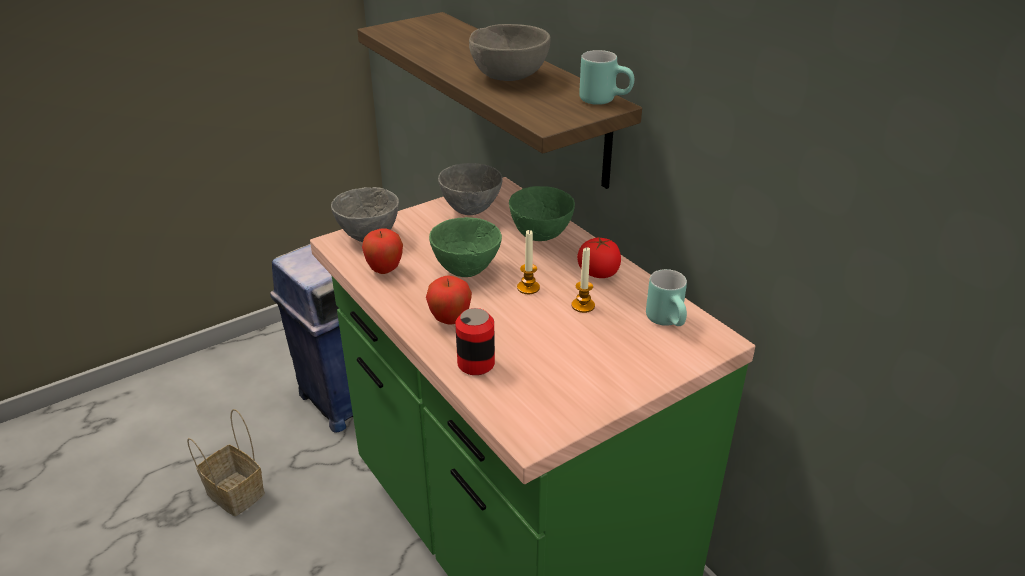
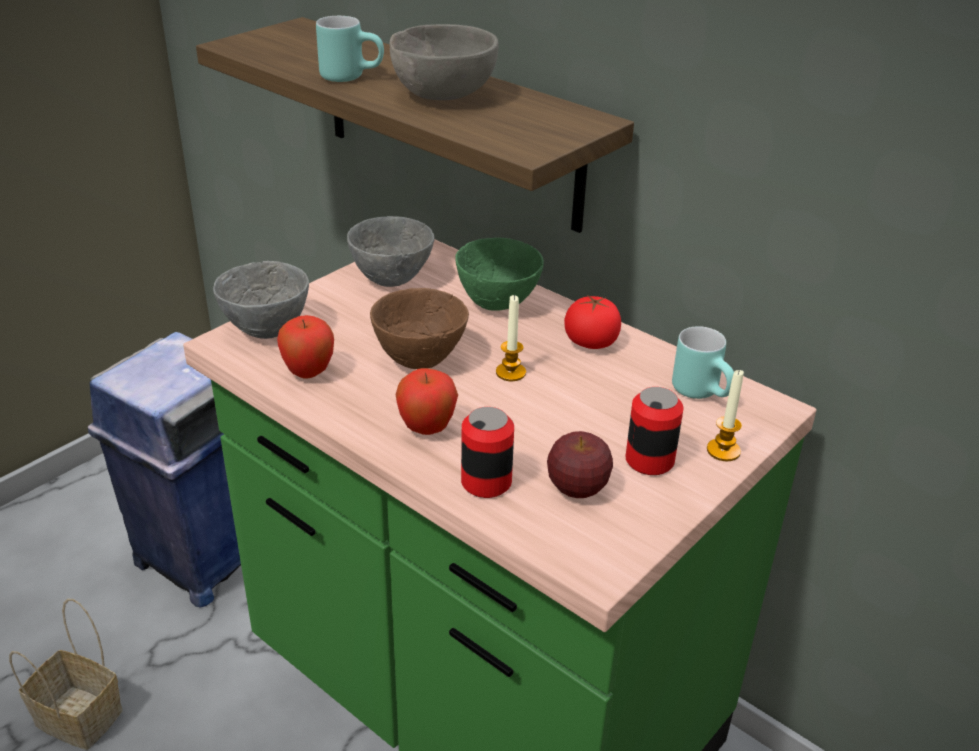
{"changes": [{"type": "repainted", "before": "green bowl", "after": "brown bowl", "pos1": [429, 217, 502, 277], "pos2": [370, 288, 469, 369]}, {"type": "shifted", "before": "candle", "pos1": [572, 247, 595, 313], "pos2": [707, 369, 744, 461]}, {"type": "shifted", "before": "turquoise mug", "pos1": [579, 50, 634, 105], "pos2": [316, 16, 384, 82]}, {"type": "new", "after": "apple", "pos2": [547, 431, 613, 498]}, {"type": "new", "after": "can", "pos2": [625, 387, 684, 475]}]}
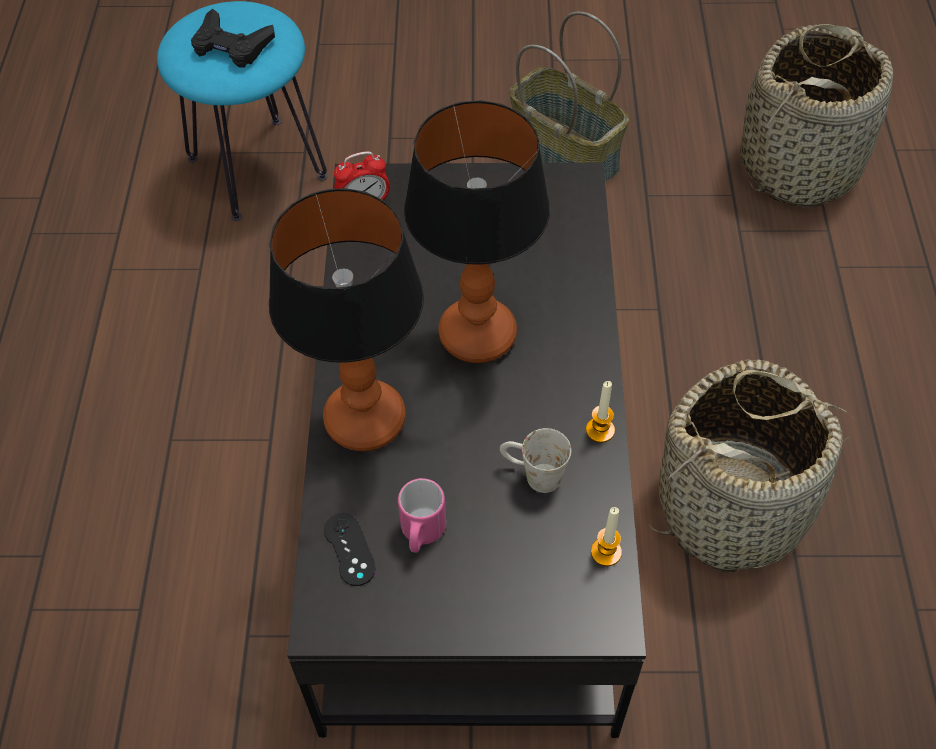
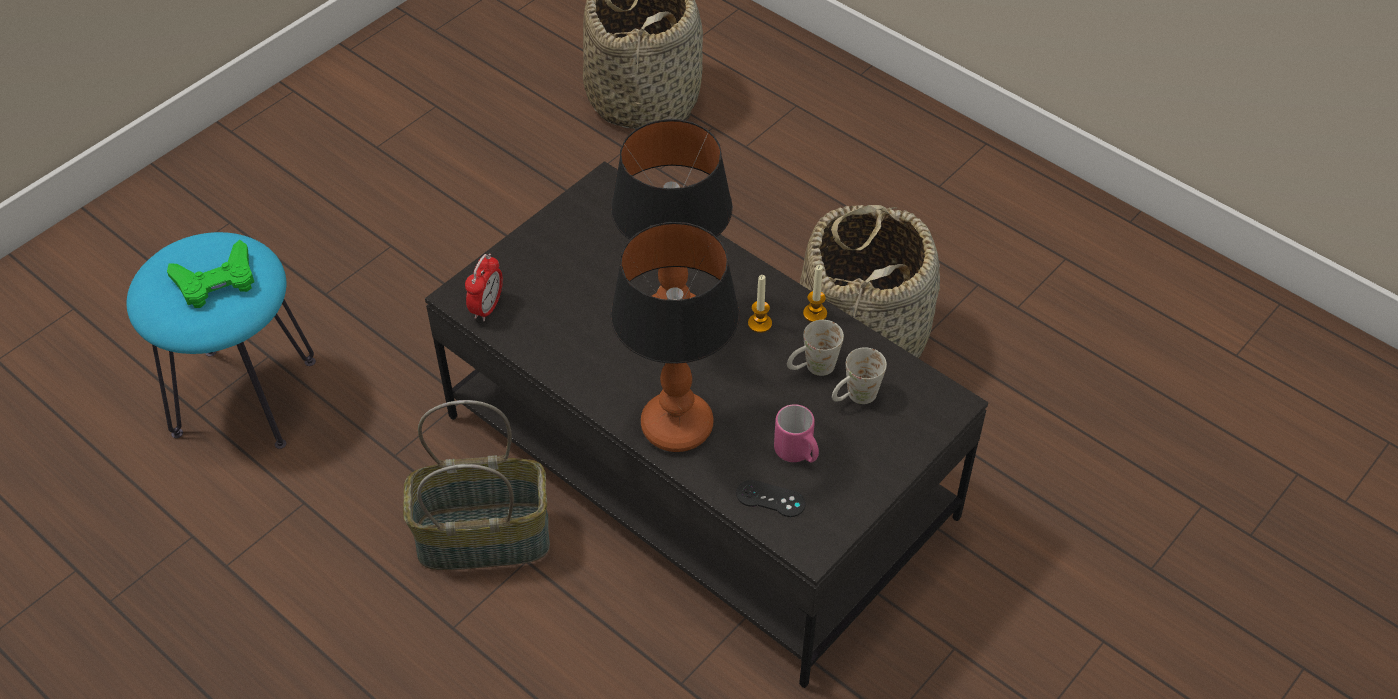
{"changes": [{"type": "repainted", "before": "black game controller", "after": "green game controller", "pos1": [191, 9, 275, 68], "pos2": [167, 240, 254, 308]}, {"type": "shifted", "before": "basket", "pos1": [509, 12, 629, 183], "pos2": [403, 400, 550, 570]}, {"type": "shifted", "before": "candle", "pos1": [591, 507, 622, 566], "pos2": [748, 275, 772, 333]}, {"type": "new", "after": "white mug", "pos2": [832, 347, 887, 404]}]}
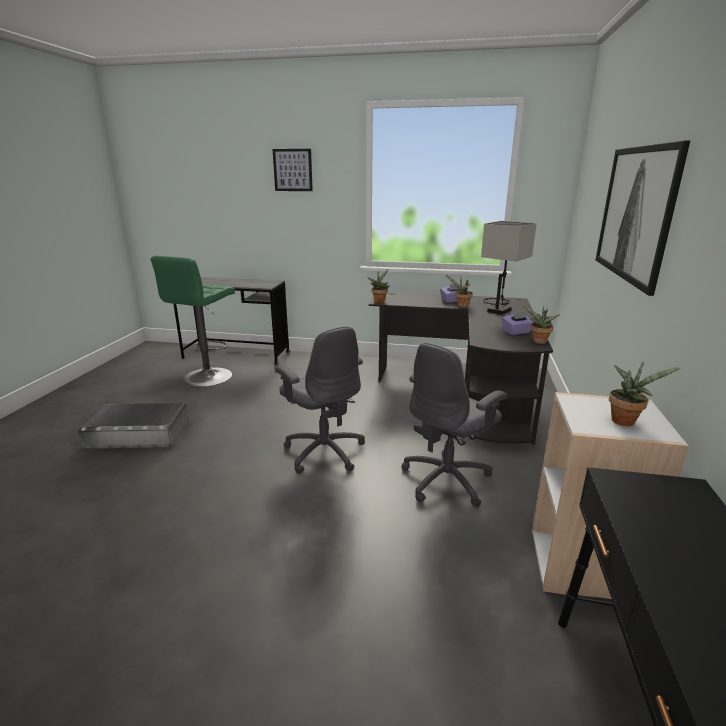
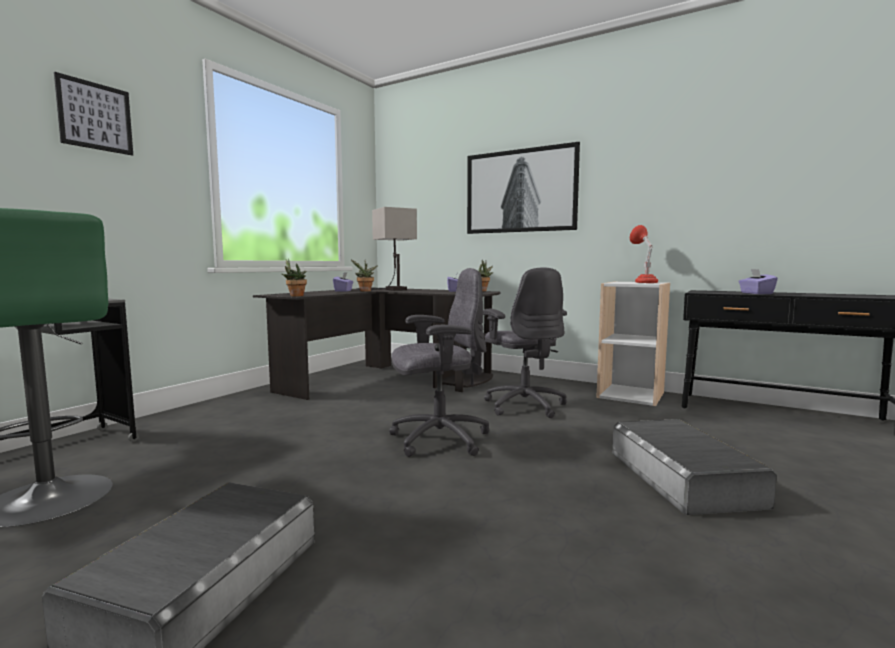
{"changes": [{"type": "swapped", "before": "potted plant", "after": "red table lamp", "pos1": [609, 361, 682, 426], "pos2": [630, 225, 658, 283]}, {"type": "new", "after": "grey storage box", "pos2": [612, 419, 777, 515]}, {"type": "new", "after": "purple tissue box", "pos2": [738, 269, 778, 294]}]}
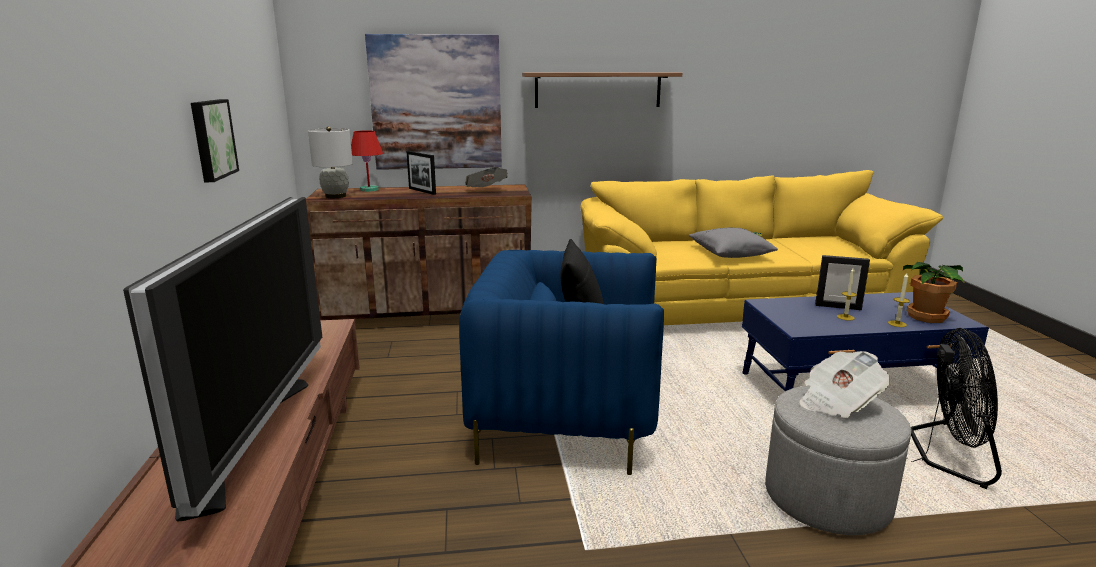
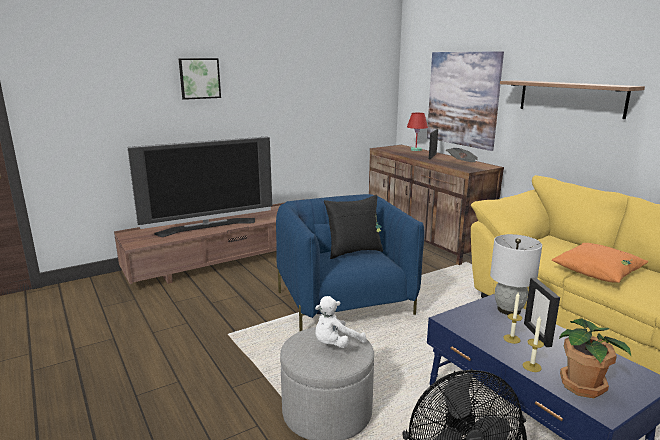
{"changes": [{"type": "shifted", "before": "picture", "pos1": [191, 99, 239, 182], "pos2": [178, 58, 221, 100]}, {"type": "shifted", "before": "white table lamp", "pos1": [308, 127, 353, 198], "pos2": [490, 234, 542, 315]}, {"type": "repainted", "before": "grey pillow", "after": "orange pillow", "pos1": [689, 228, 778, 258], "pos2": [552, 243, 648, 283]}, {"type": "swapped", "before": "newspaper", "after": "white plush toy", "pos1": [799, 351, 890, 418], "pos2": [315, 296, 367, 348]}]}
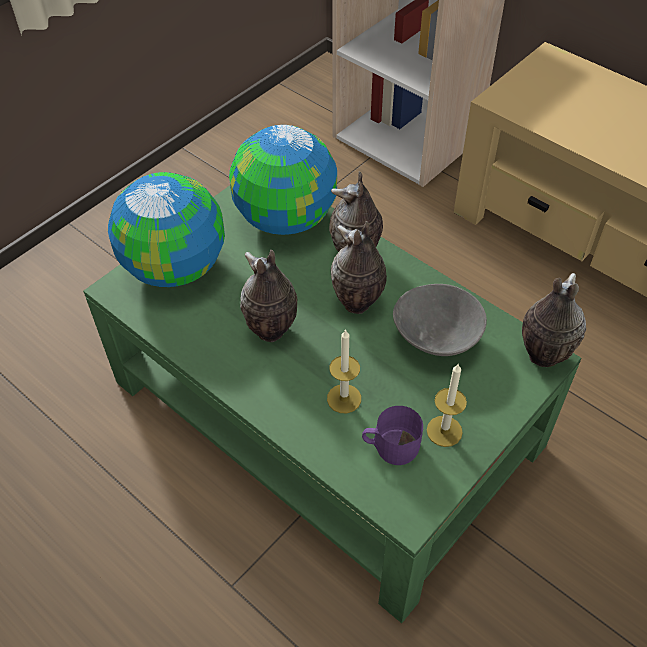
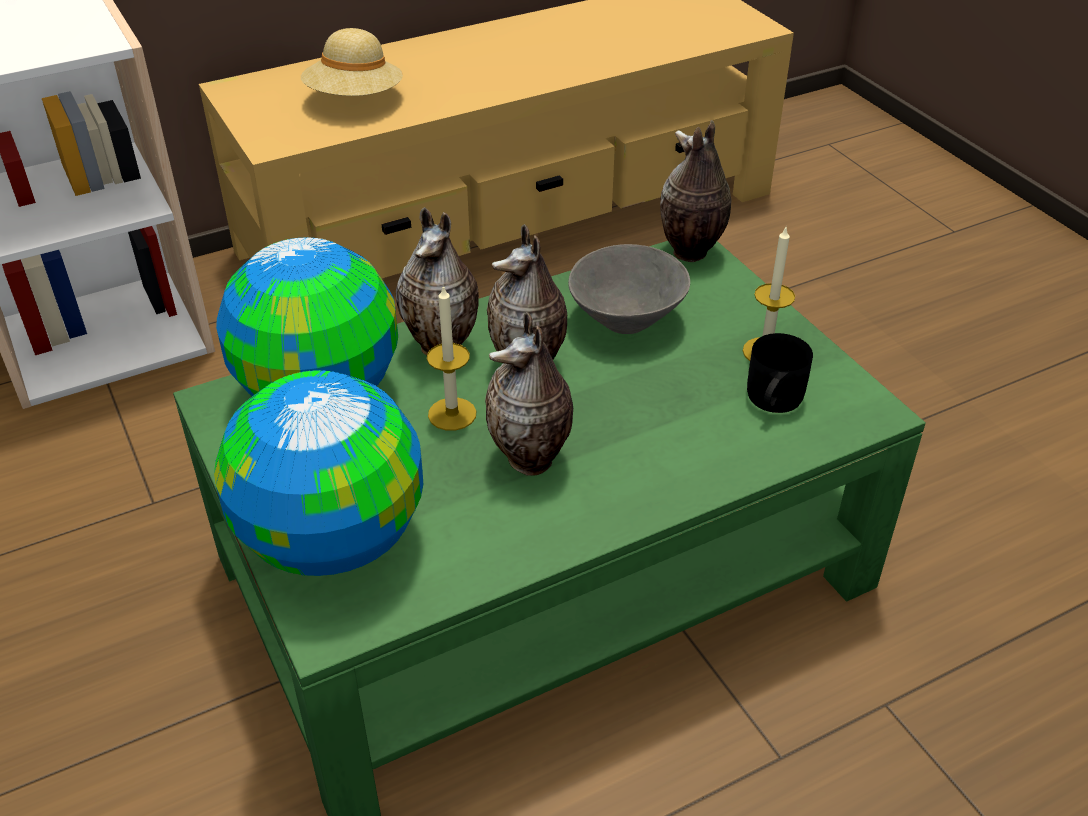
{"changes": [{"type": "shifted", "before": "candle", "pos1": [327, 329, 361, 413], "pos2": [427, 285, 476, 431]}, {"type": "repainted", "before": "purple mug", "after": "black mug", "pos1": [362, 406, 423, 465], "pos2": [747, 333, 813, 413]}, {"type": "new", "after": "beige hat", "pos2": [301, 28, 403, 96]}]}
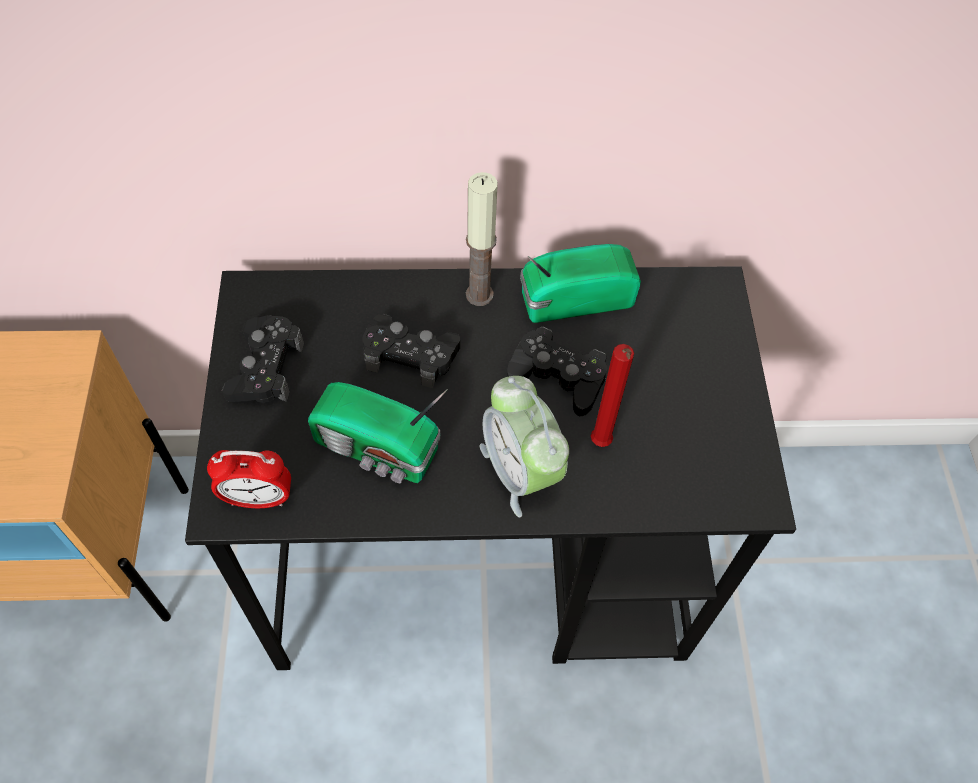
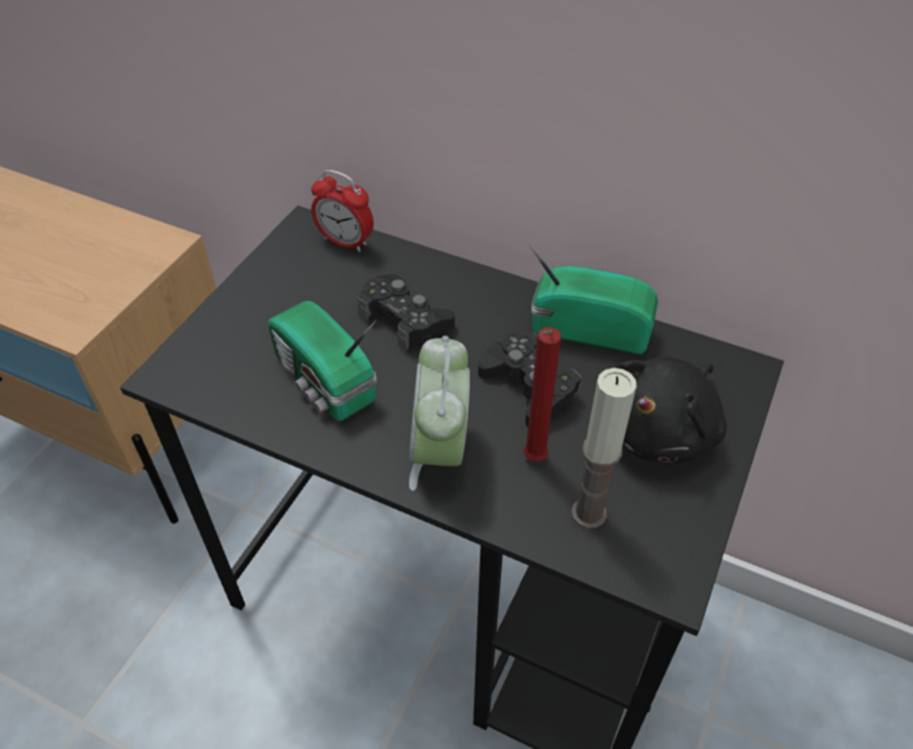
{"changes": [{"type": "shifted", "before": "alarm clock", "pos1": [207, 450, 291, 508], "pos2": [311, 170, 374, 252]}, {"type": "gone", "before": "black game controller", "pos1": [222, 315, 304, 403]}, {"type": "shifted", "before": "candle", "pos1": [466, 172, 498, 306], "pos2": [571, 368, 636, 529]}, {"type": "new", "after": "black plush toy", "pos2": [615, 357, 727, 463]}]}
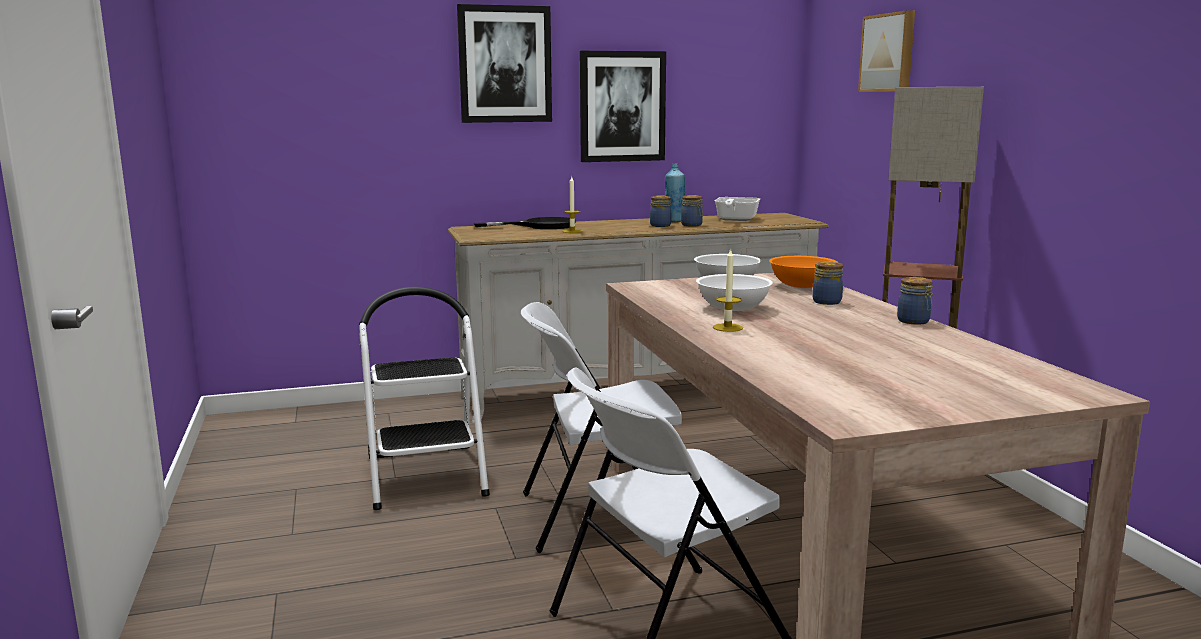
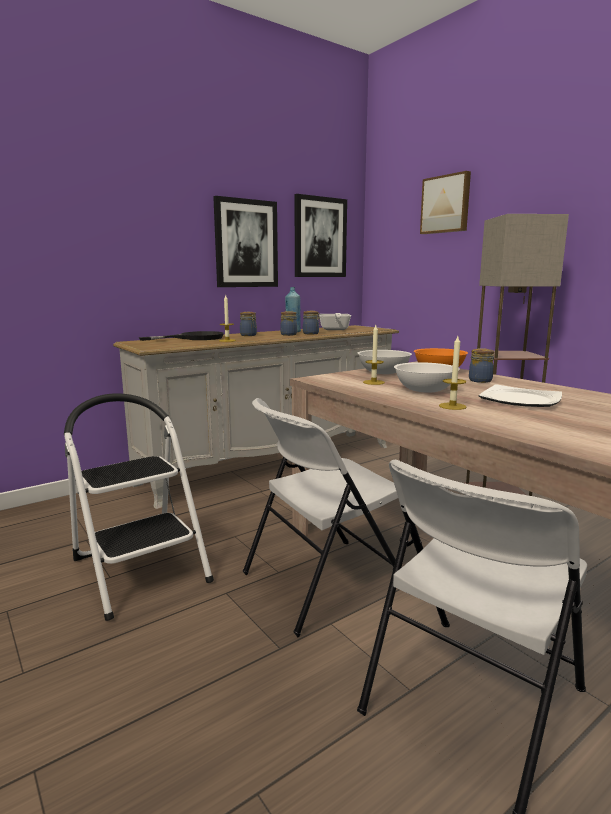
{"changes": [{"type": "shifted", "before": "picture", "pos1": [457, 4, 552, 123], "pos2": [294, 194, 347, 277]}, {"type": "shifted", "before": "jar", "pos1": [897, 277, 933, 325], "pos2": [240, 312, 257, 336]}, {"type": "new", "after": "candle", "pos2": [363, 325, 385, 385]}, {"type": "new", "after": "plate", "pos2": [479, 384, 562, 407]}]}
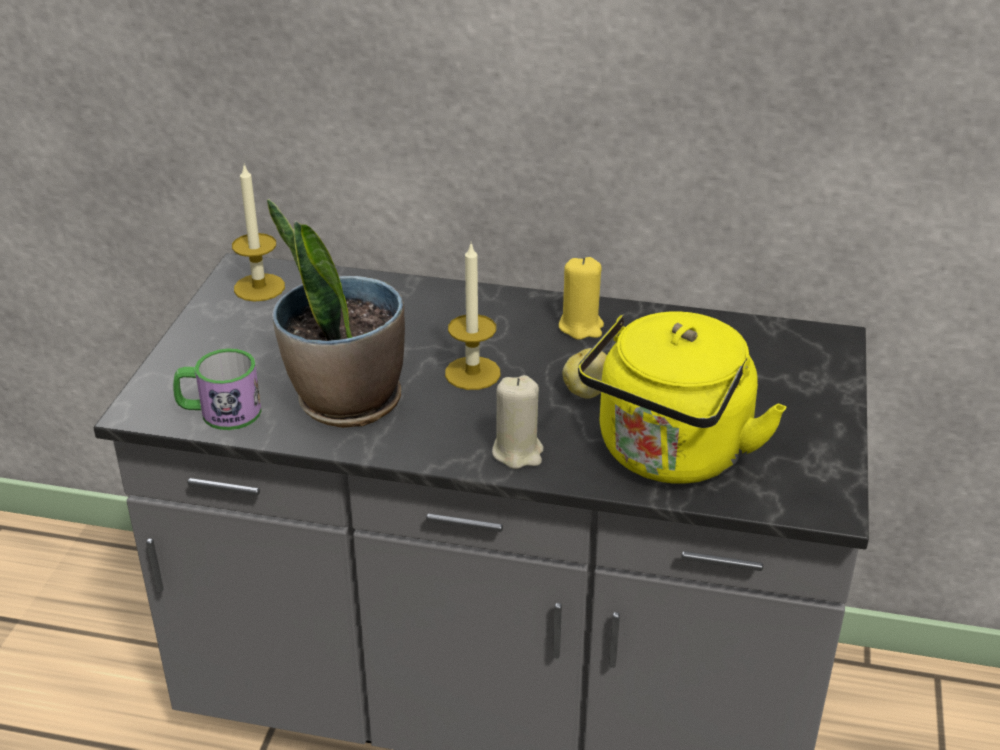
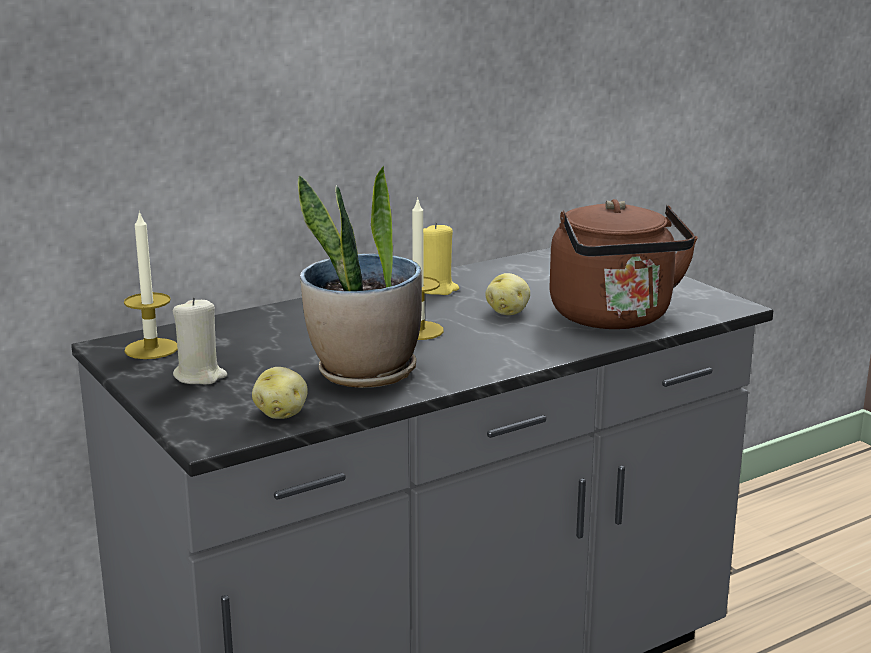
{"changes": [{"type": "swapped", "before": "mug", "after": "potato", "pos1": [173, 349, 261, 430], "pos2": [252, 367, 308, 419]}, {"type": "shifted", "before": "beige candle", "pos1": [492, 375, 543, 469], "pos2": [173, 297, 227, 385]}, {"type": "repainted", "before": "yellow kettle", "after": "brown kettle", "pos1": [578, 311, 787, 484], "pos2": [549, 199, 698, 329]}]}
